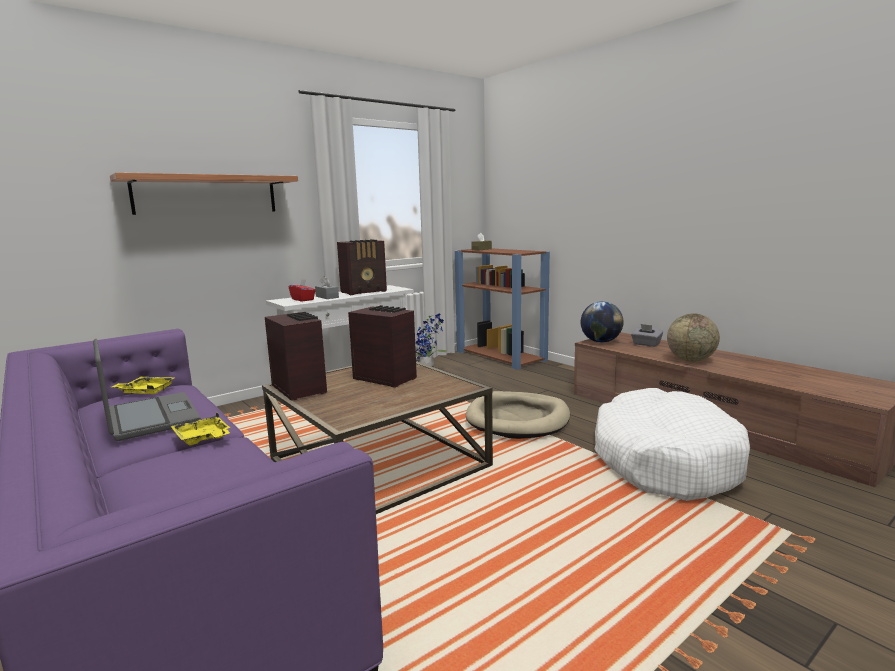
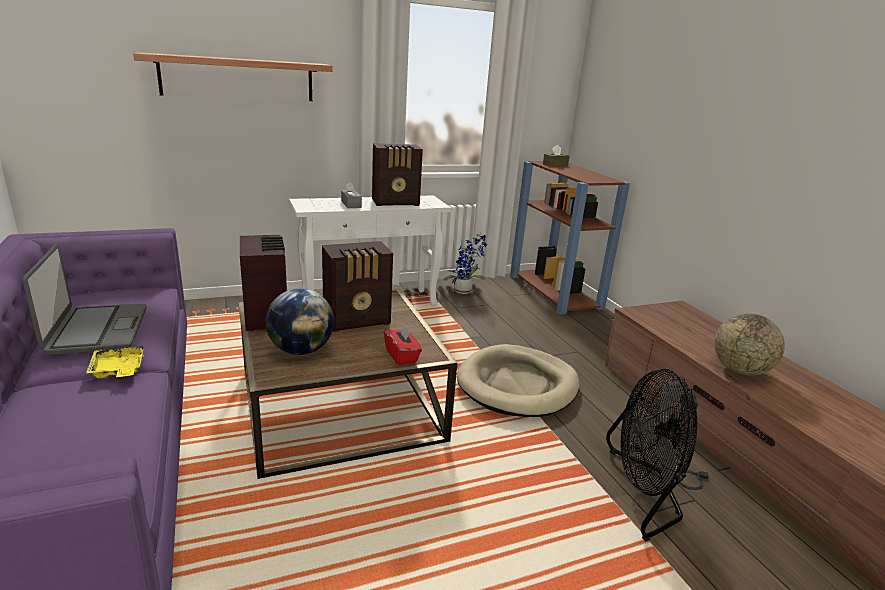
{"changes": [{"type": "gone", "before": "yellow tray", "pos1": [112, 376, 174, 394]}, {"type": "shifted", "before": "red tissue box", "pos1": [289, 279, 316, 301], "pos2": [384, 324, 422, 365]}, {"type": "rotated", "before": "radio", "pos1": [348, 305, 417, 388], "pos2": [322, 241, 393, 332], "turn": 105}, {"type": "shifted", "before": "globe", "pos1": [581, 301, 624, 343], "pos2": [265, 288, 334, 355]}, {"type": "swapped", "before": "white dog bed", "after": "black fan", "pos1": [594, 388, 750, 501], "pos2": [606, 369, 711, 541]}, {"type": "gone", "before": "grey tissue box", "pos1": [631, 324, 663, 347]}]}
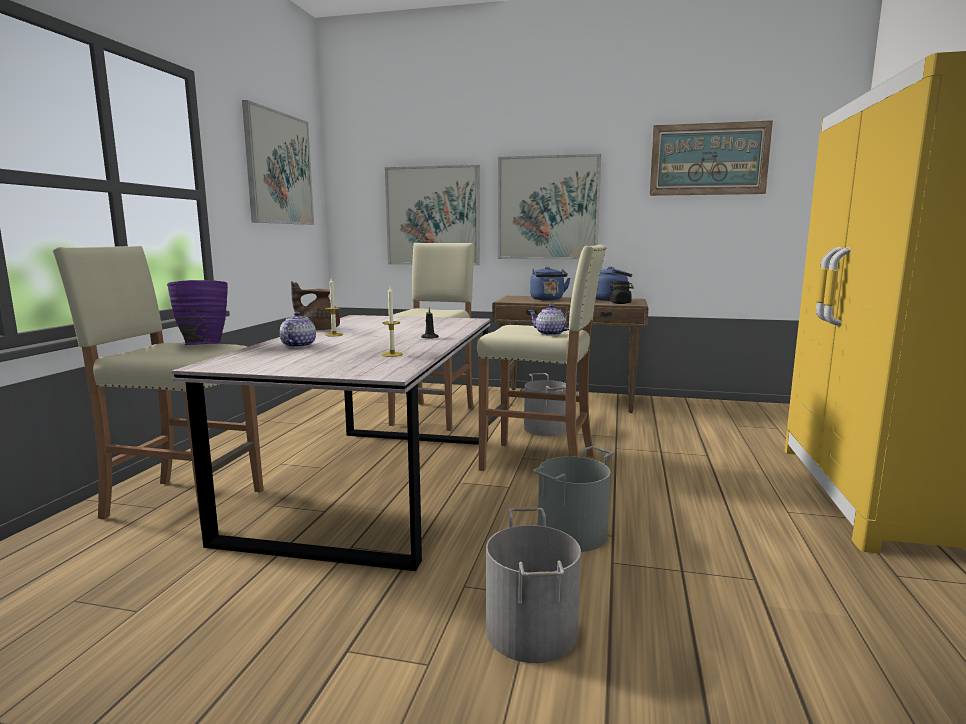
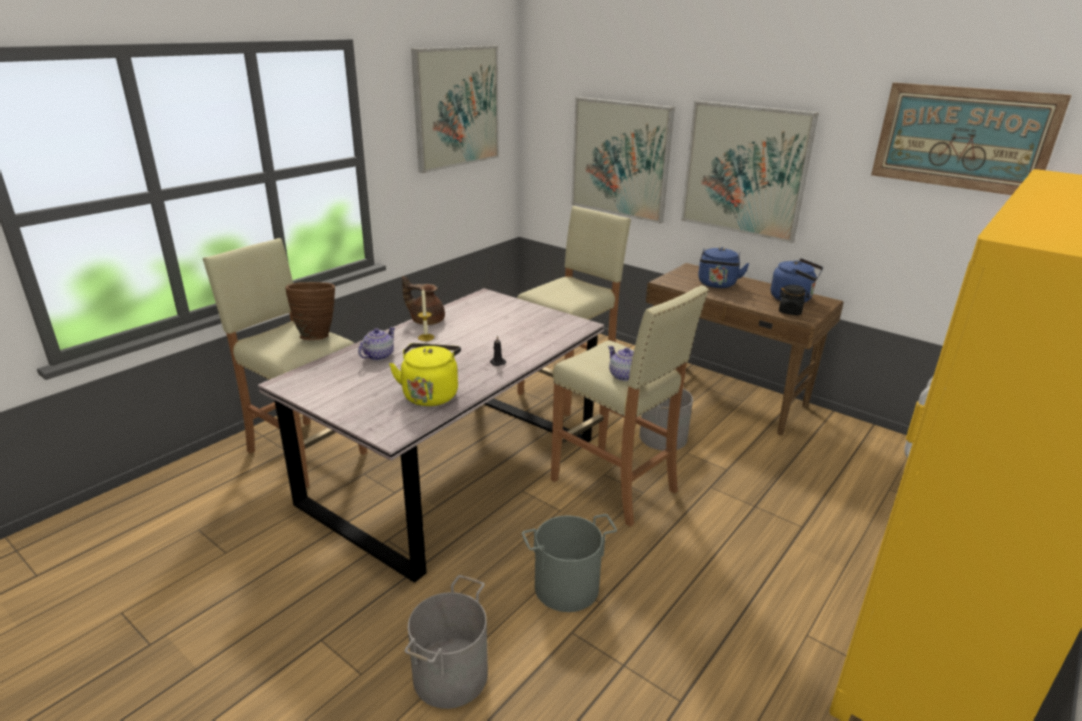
{"changes": [{"type": "repainted", "before": "purple vase", "after": "brown vase", "pos1": [167, 280, 228, 345], "pos2": [285, 282, 335, 340]}, {"type": "swapped", "before": "candle", "after": "yellow kettle", "pos1": [382, 287, 403, 357], "pos2": [389, 343, 461, 406]}]}
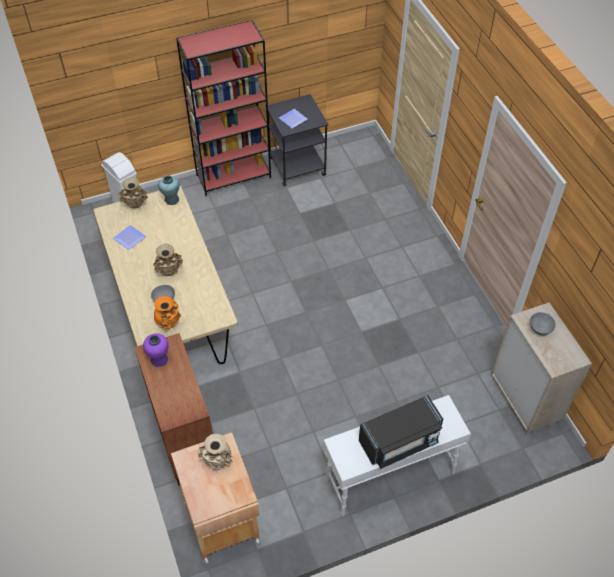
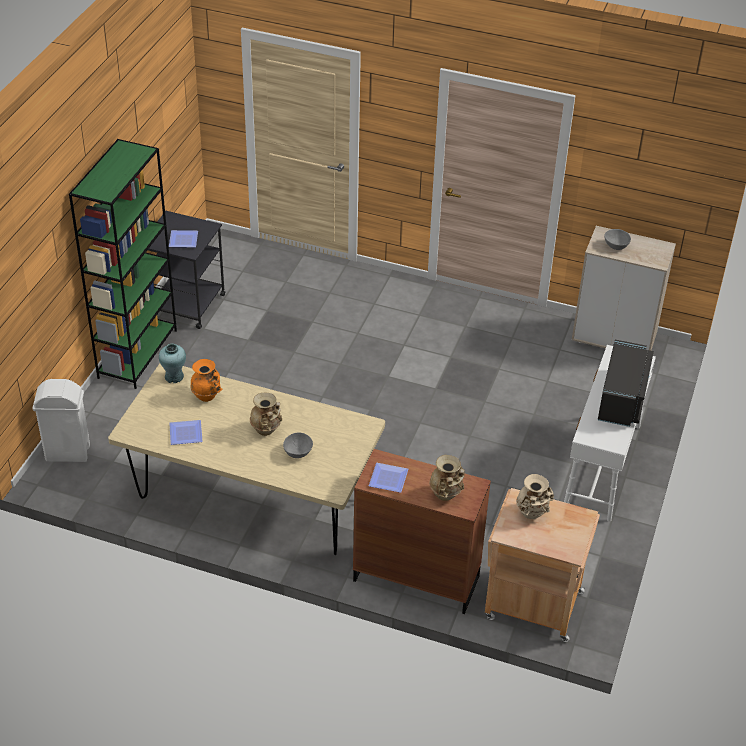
{"changes": [{"type": "shifted", "before": "beige vase", "pos1": [119, 177, 148, 209], "pos2": [429, 455, 465, 501]}, {"type": "swapped", "before": "purple vase", "after": "plate", "pos1": [143, 333, 169, 367], "pos2": [369, 463, 408, 493]}, {"type": "shifted", "before": "orange vase", "pos1": [154, 296, 181, 329], "pos2": [191, 359, 222, 402]}, {"type": "repainted", "before": "red bookcase", "after": "green bookcase", "pos1": [176, 20, 271, 196], "pos2": [69, 139, 177, 389]}]}
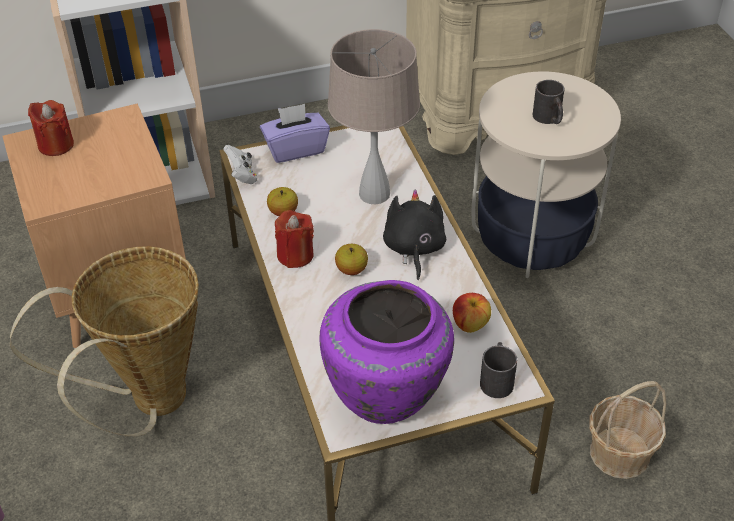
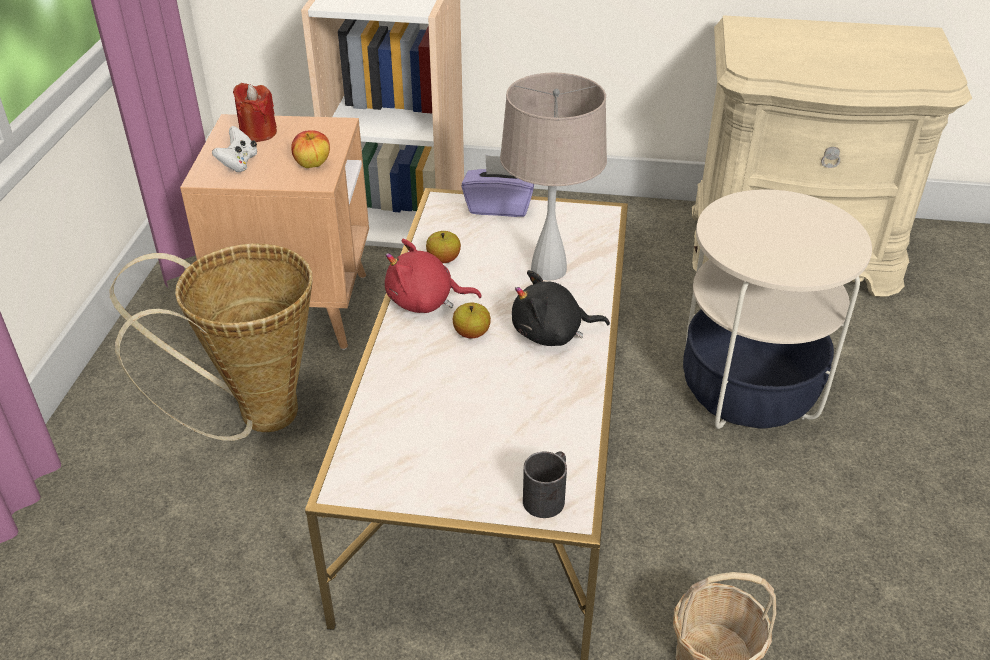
{"changes": [{"type": "shifted", "before": "white game controller", "pos1": [223, 145, 257, 184], "pos2": [212, 126, 257, 172]}, {"type": "swapped", "before": "red candle", "after": "red plush toy", "pos1": [275, 210, 314, 268], "pos2": [385, 239, 482, 313]}, {"type": "gone", "before": "purple vase", "pos1": [319, 280, 454, 424]}, {"type": "rotated", "before": "black plush toy", "pos1": [383, 190, 446, 280], "pos2": [512, 270, 610, 346], "turn": -120}, {"type": "shifted", "before": "apple", "pos1": [453, 293, 491, 333], "pos2": [291, 130, 330, 168]}, {"type": "gone", "before": "black mug", "pos1": [533, 80, 564, 124]}]}
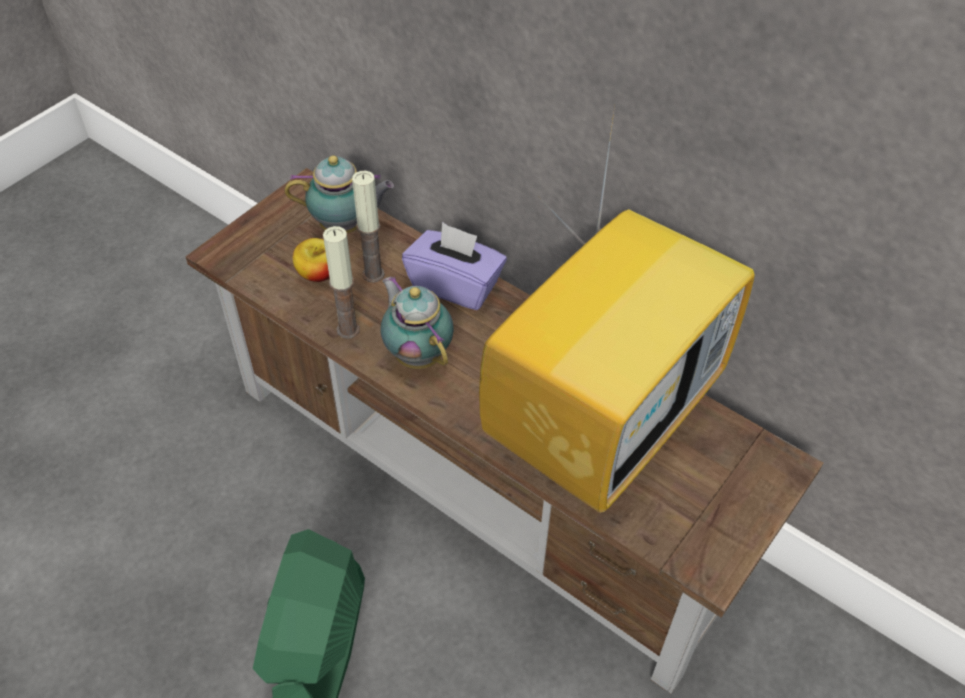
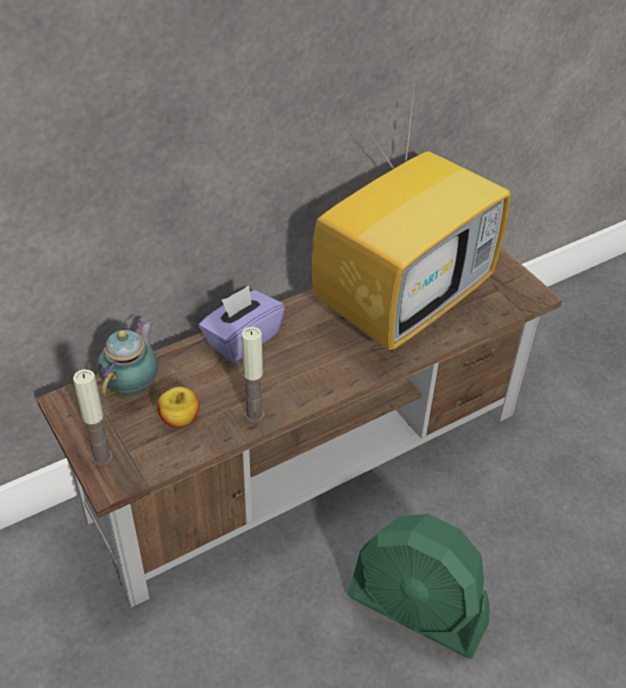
{"changes": [{"type": "shifted", "before": "candle", "pos1": [352, 171, 385, 283], "pos2": [73, 369, 113, 466]}, {"type": "gone", "before": "teapot", "pos1": [381, 276, 454, 369]}, {"type": "rotated", "before": "television", "pos1": [479, 106, 755, 513], "pos2": [312, 64, 510, 351], "turn": 75}]}
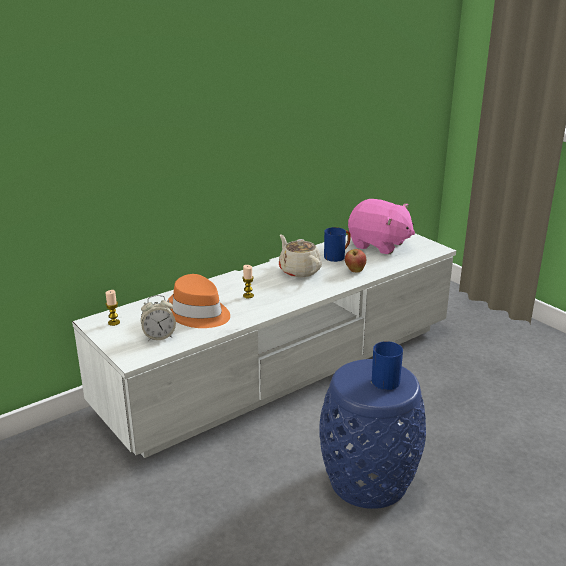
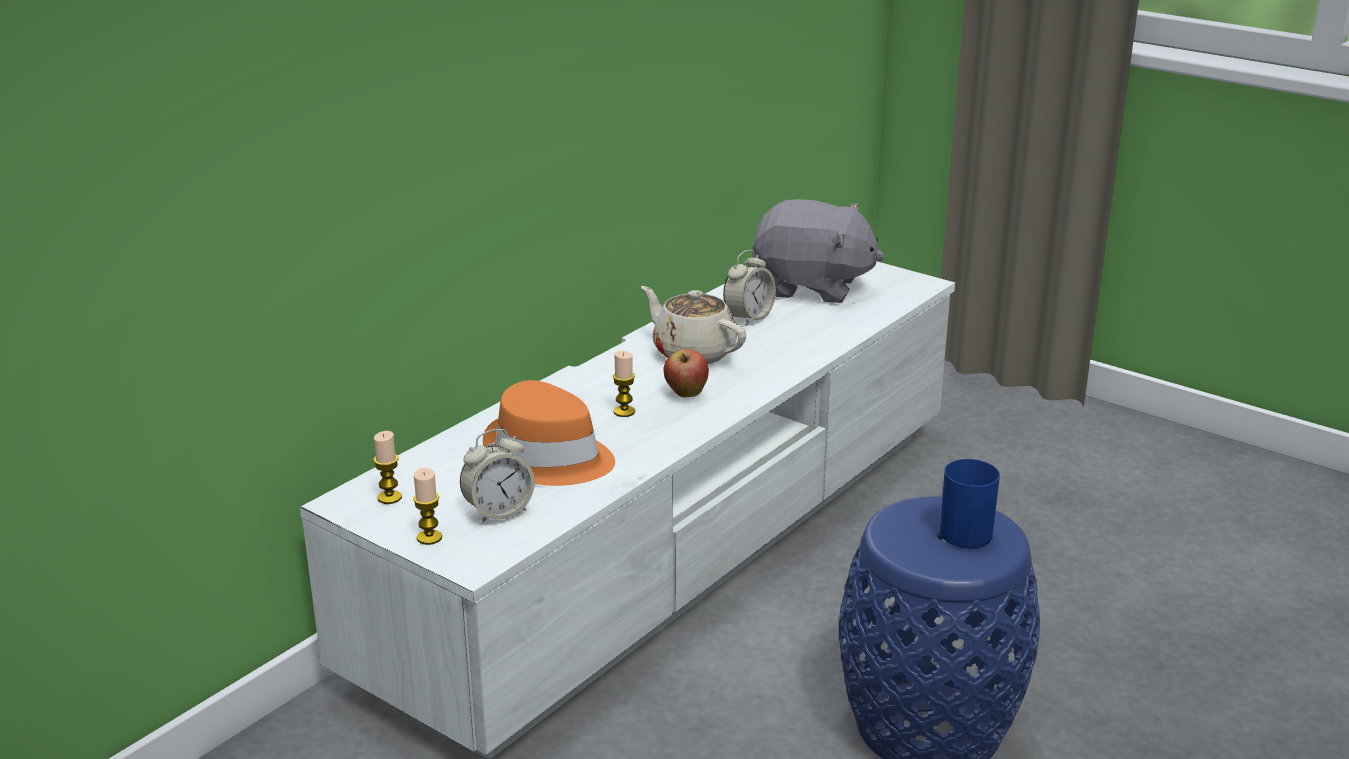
{"changes": [{"type": "swapped", "before": "blue mug", "after": "alarm clock", "pos1": [324, 227, 351, 262], "pos2": [723, 250, 776, 326]}, {"type": "shifted", "before": "apple", "pos1": [345, 249, 366, 272], "pos2": [663, 349, 709, 397]}, {"type": "repainted", "before": "pink plush toy", "after": "grey plush toy", "pos1": [348, 199, 415, 254], "pos2": [752, 199, 884, 303]}, {"type": "new", "after": "candle", "pos2": [413, 468, 442, 545]}]}
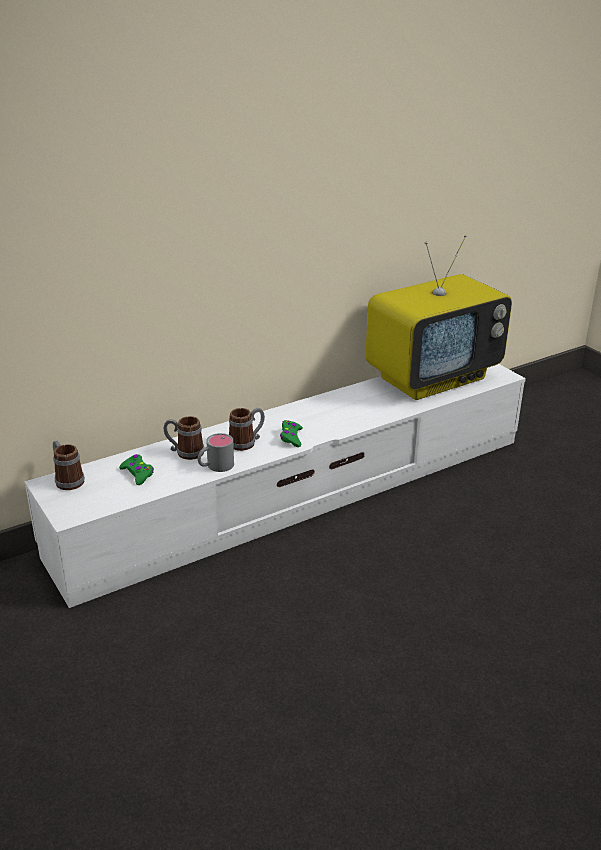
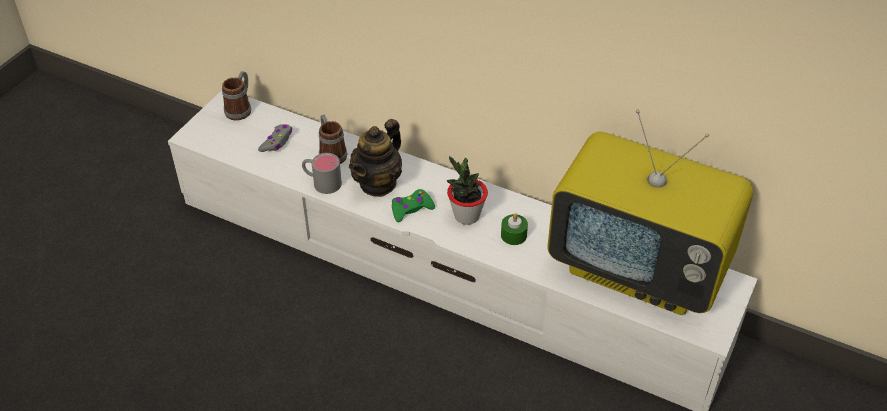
{"changes": [{"type": "repainted", "before": "green game controller", "after": "grey game controller", "pos1": [119, 454, 154, 485], "pos2": [258, 124, 292, 152]}, {"type": "swapped", "before": "mug", "after": "teapot", "pos1": [229, 408, 265, 451], "pos2": [349, 119, 402, 197]}, {"type": "new", "after": "potted plant", "pos2": [447, 156, 488, 225]}, {"type": "new", "after": "green candle", "pos2": [501, 213, 528, 245]}]}
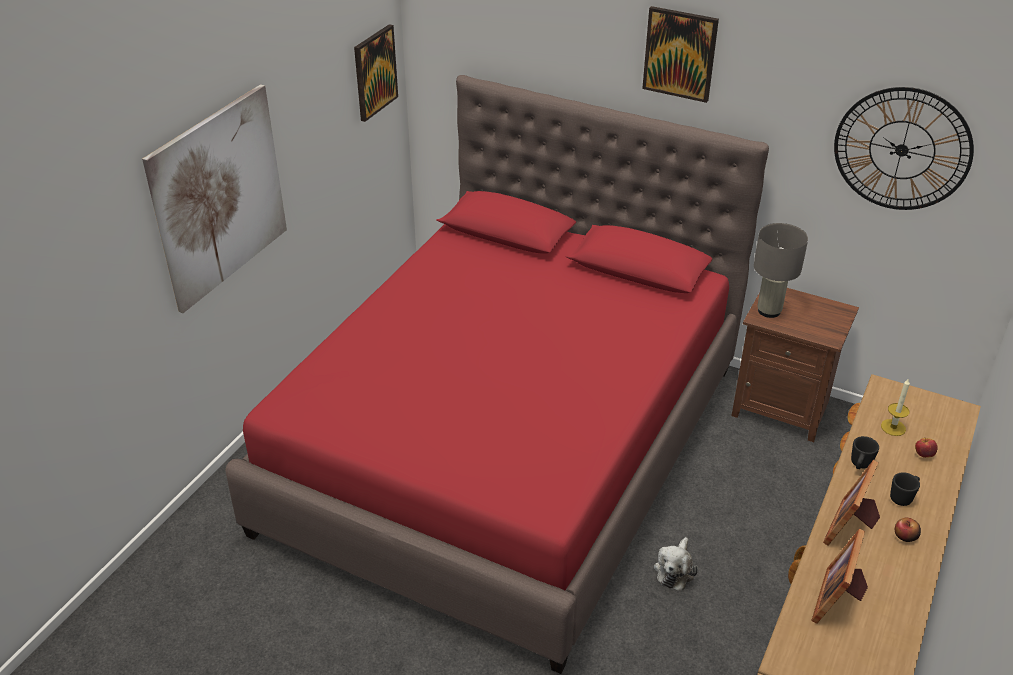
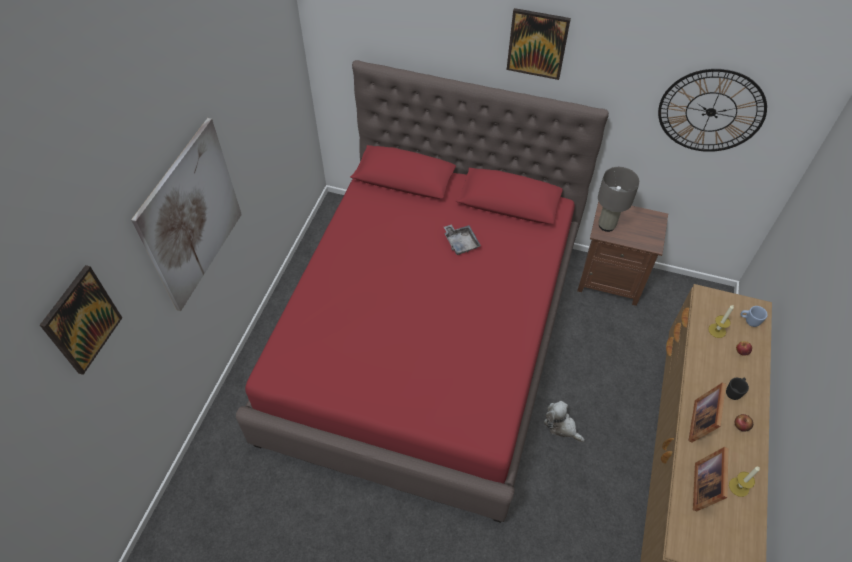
{"changes": [{"type": "shifted", "before": "picture", "pos1": [354, 24, 398, 122], "pos2": [40, 265, 122, 375]}, {"type": "rotated", "before": "plush toy", "pos1": [654, 537, 698, 591], "pos2": [544, 401, 585, 442], "turn": 120}, {"type": "gone", "before": "black mug", "pos1": [851, 436, 879, 469]}, {"type": "new", "after": "grey tray", "pos2": [444, 224, 481, 255]}, {"type": "new", "after": "candle", "pos2": [729, 466, 760, 497]}, {"type": "new", "after": "blue mug", "pos2": [741, 306, 768, 327]}]}
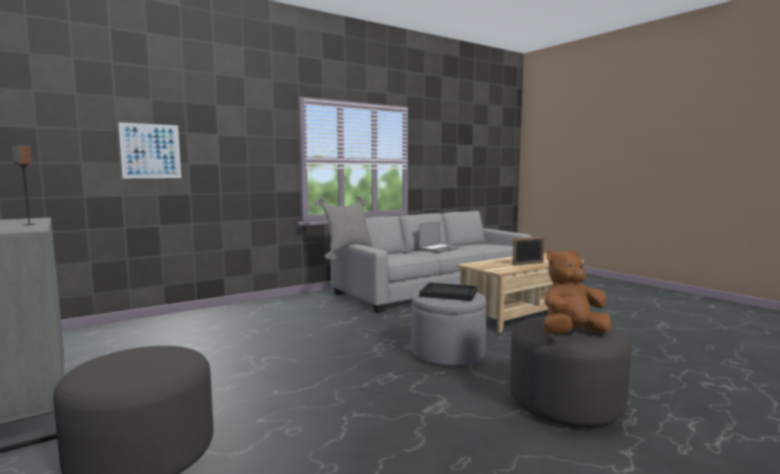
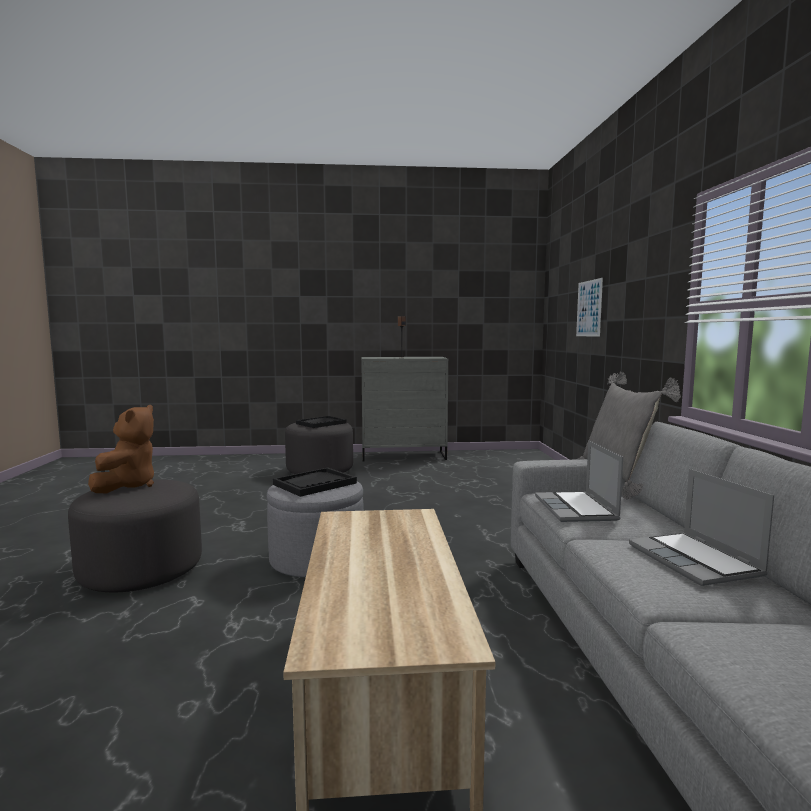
{"changes": [{"type": "gone", "before": "picture frame", "pos1": [513, 237, 544, 266]}, {"type": "new", "after": "black tray", "pos2": [296, 416, 347, 428]}, {"type": "new", "after": "laptop", "pos2": [535, 440, 623, 522]}]}
